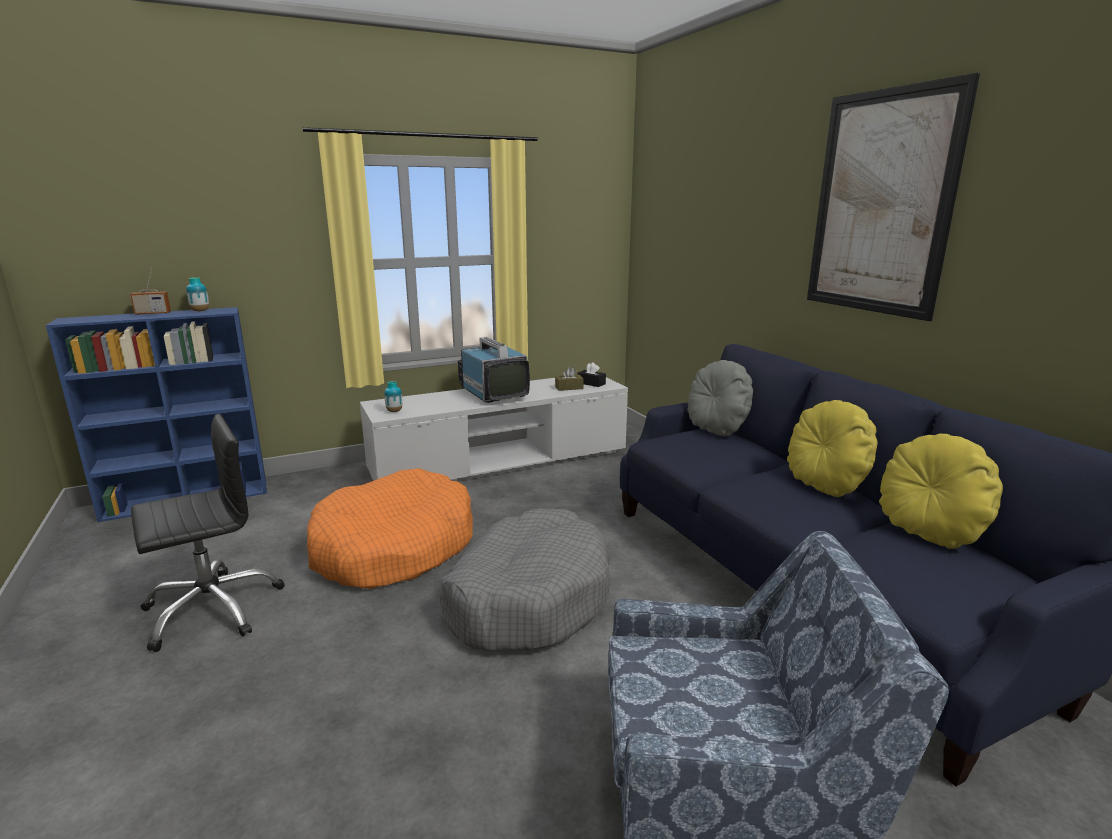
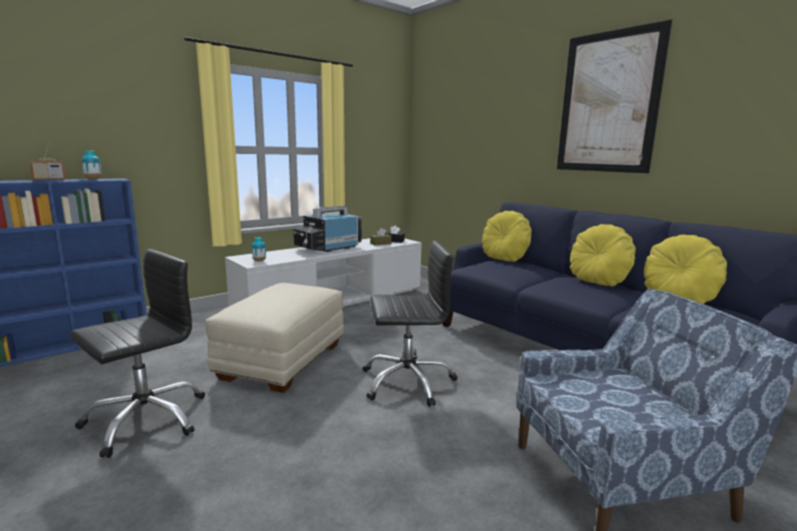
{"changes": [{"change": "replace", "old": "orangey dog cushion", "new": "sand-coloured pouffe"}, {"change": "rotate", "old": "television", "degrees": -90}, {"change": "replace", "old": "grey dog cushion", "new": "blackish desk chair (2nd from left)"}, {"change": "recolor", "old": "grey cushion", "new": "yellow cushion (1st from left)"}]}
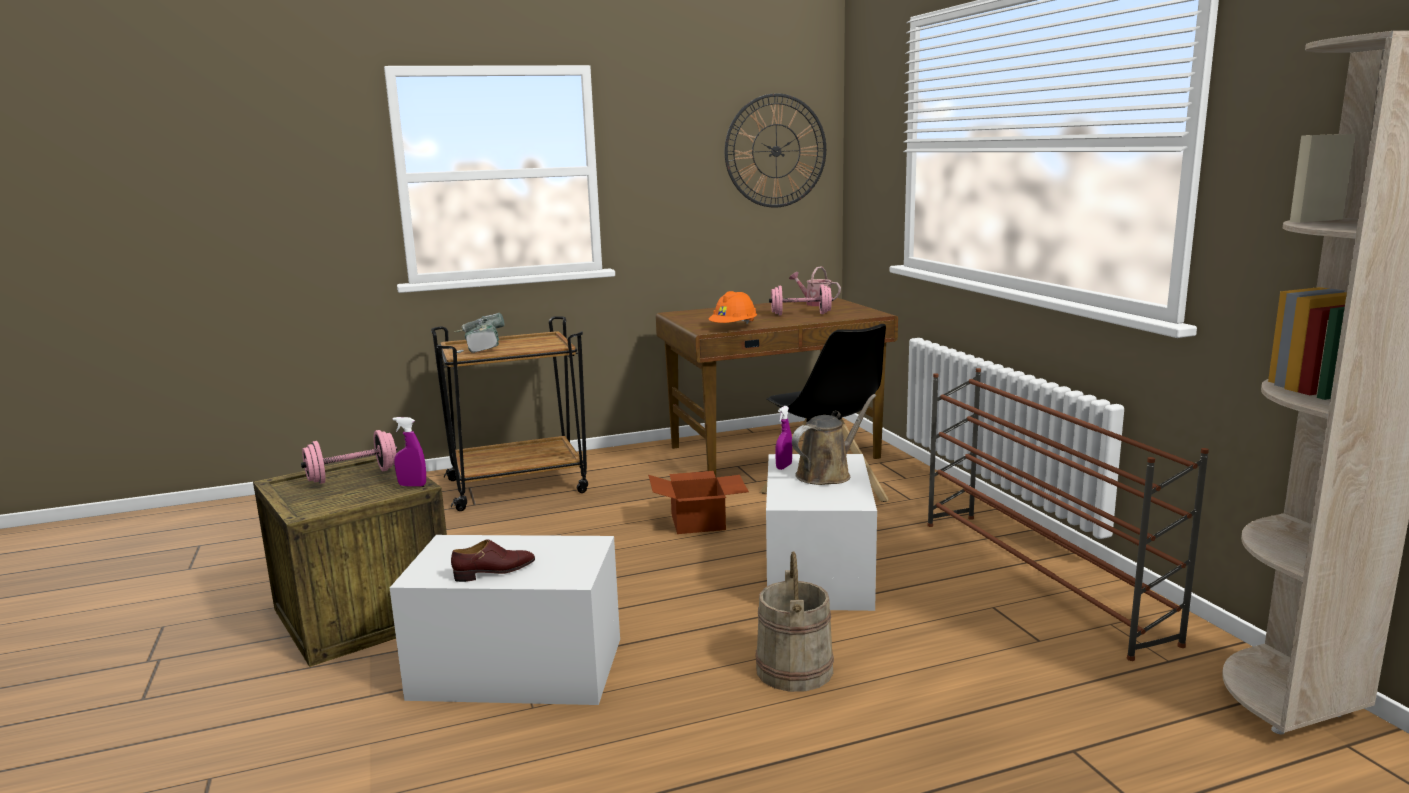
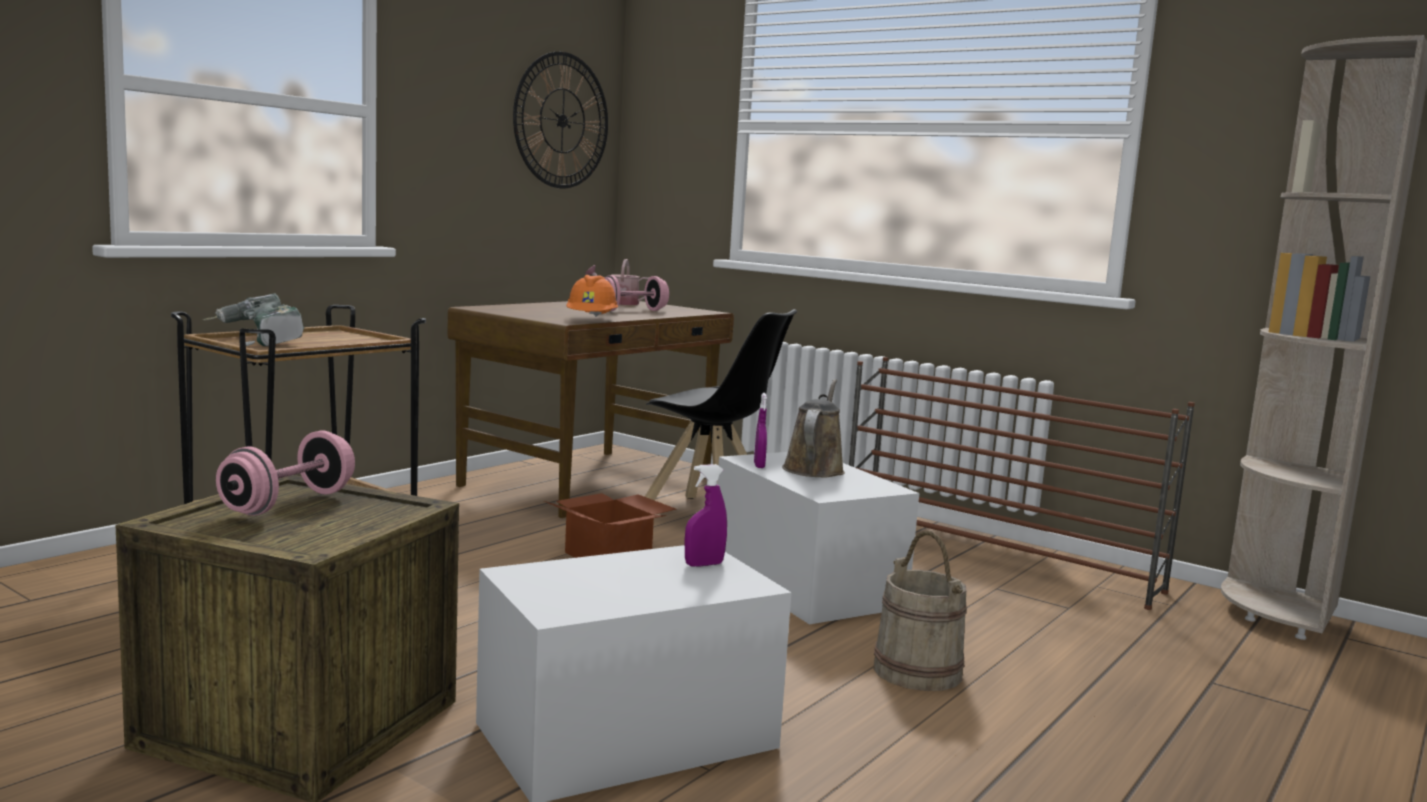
{"changes": [{"change": "move", "old": "purple-coloured sprayer (1st from left)"}, {"change": "delete", "old": "brownish shoe"}]}
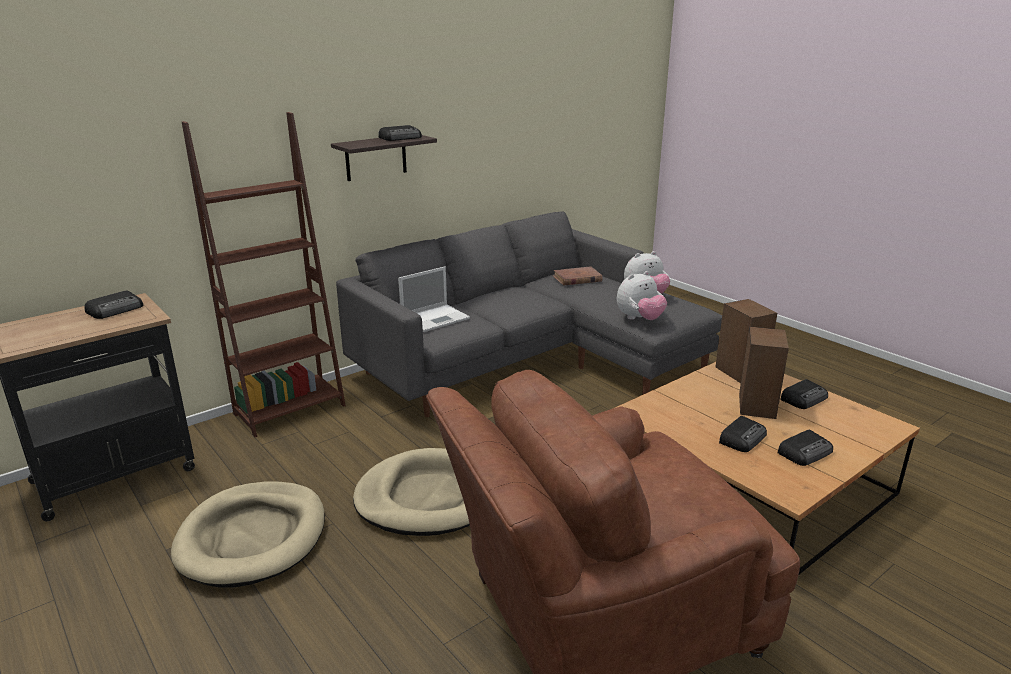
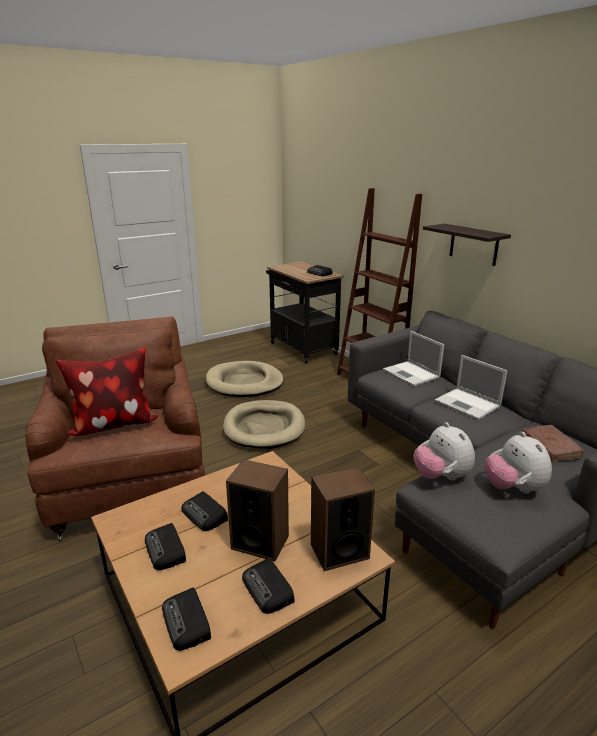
{"changes": [{"change": "insert", "new": "cushion"}, {"change": "move", "old": "radio (2nd from left)"}, {"change": "insert", "new": "notebook computer (2nd from left)"}]}
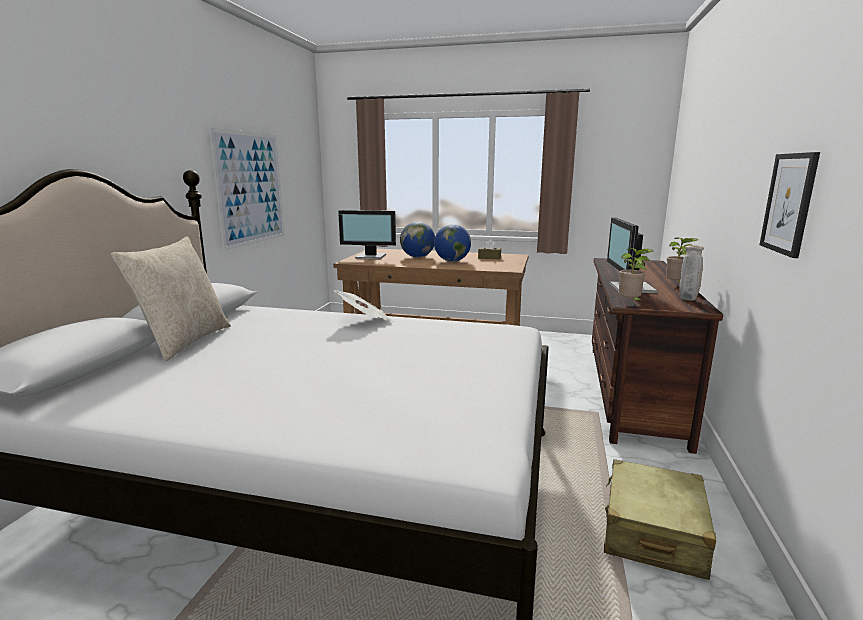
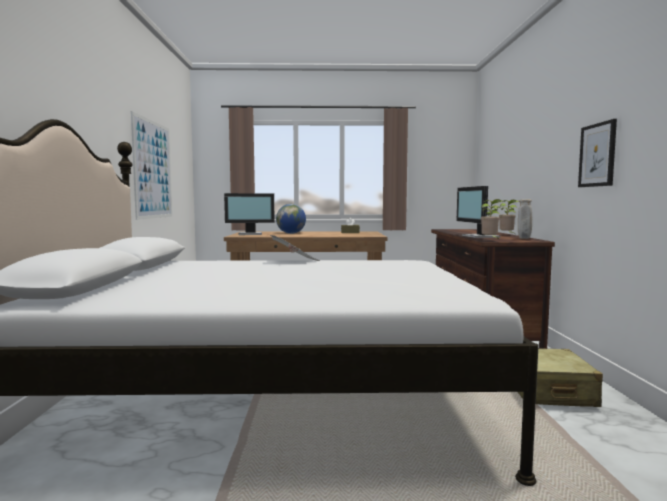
{"changes": [{"change": "delete", "old": "sand-coloured cushion"}, {"change": "delete", "old": "desk globe (2nd from left)"}]}
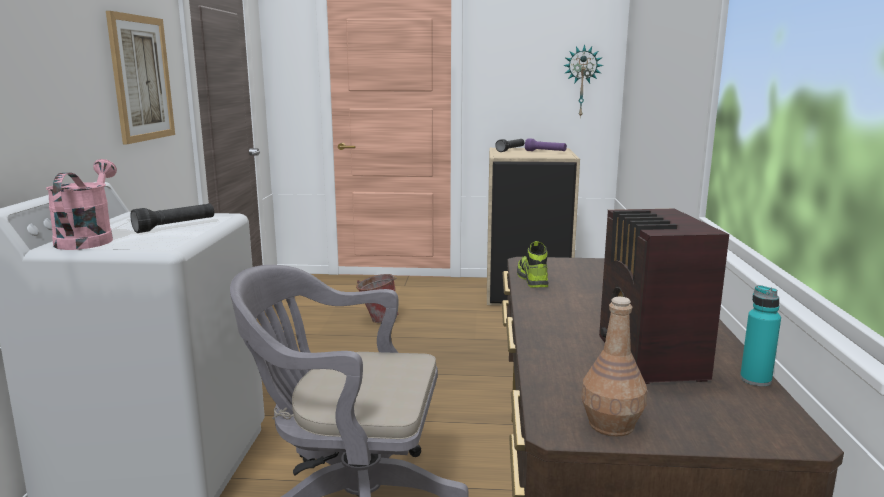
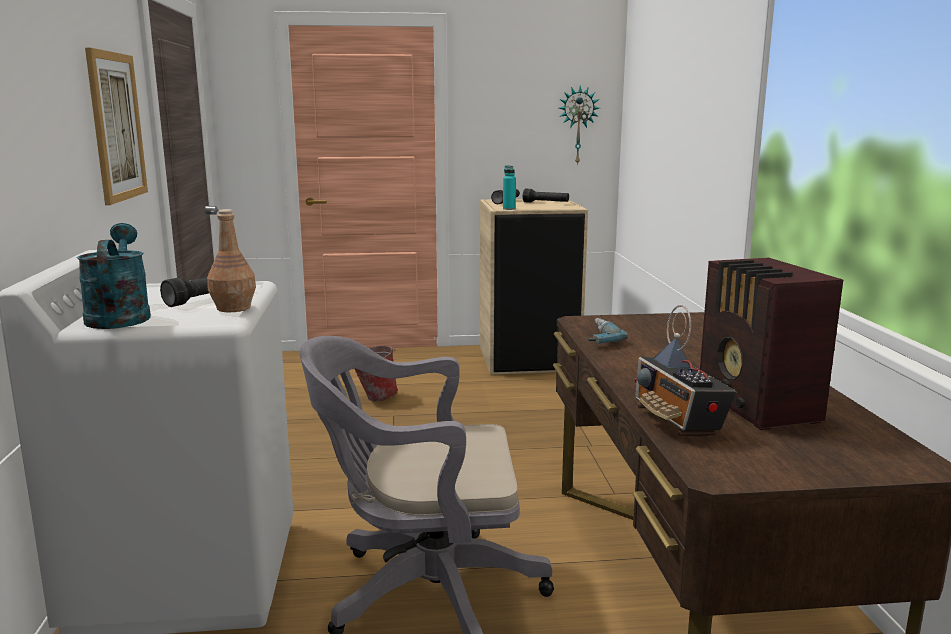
{"changes": [{"change": "recolor", "old": "pink-coloured sprinkling can", "new": "turquoise-coloured sprinkling can"}, {"change": "move", "old": "brownish beverage bottle"}, {"change": "move", "old": "turquoise-coloured beverage bottle"}, {"change": "recolor", "old": "purple-coloured torch", "new": "blackish torch (3rd from left)"}, {"change": "replace", "old": "shoe", "new": "power drill"}, {"change": "insert", "new": "radio (1st from left)"}]}
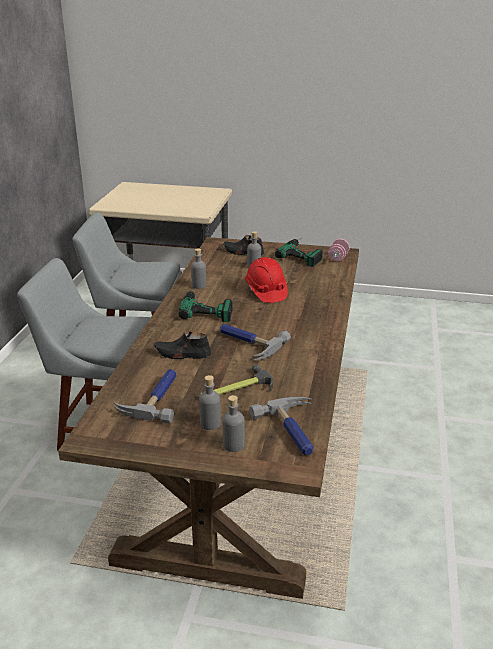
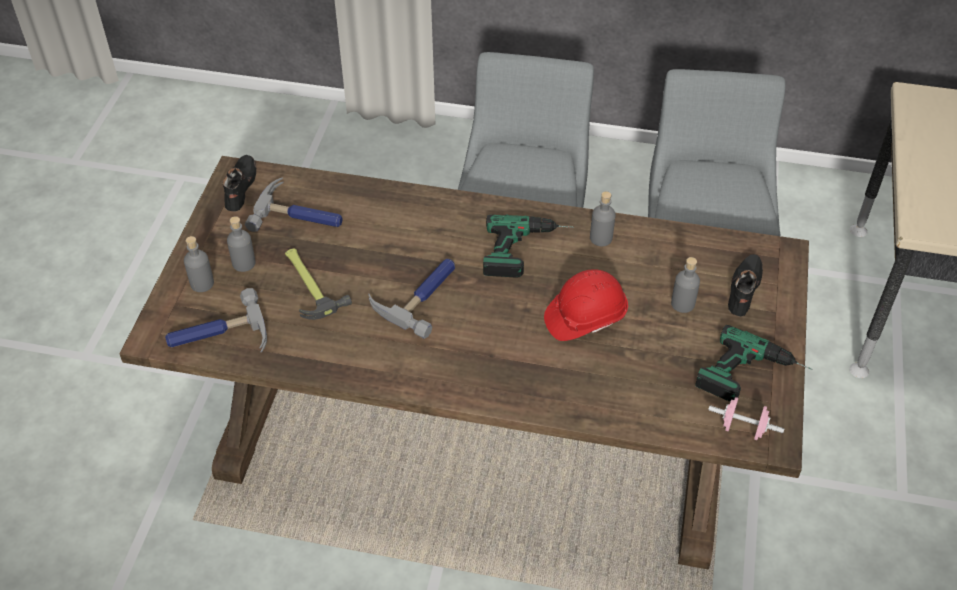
{"changes": [{"change": "move", "old": "blackish shoe (1st from left)"}]}
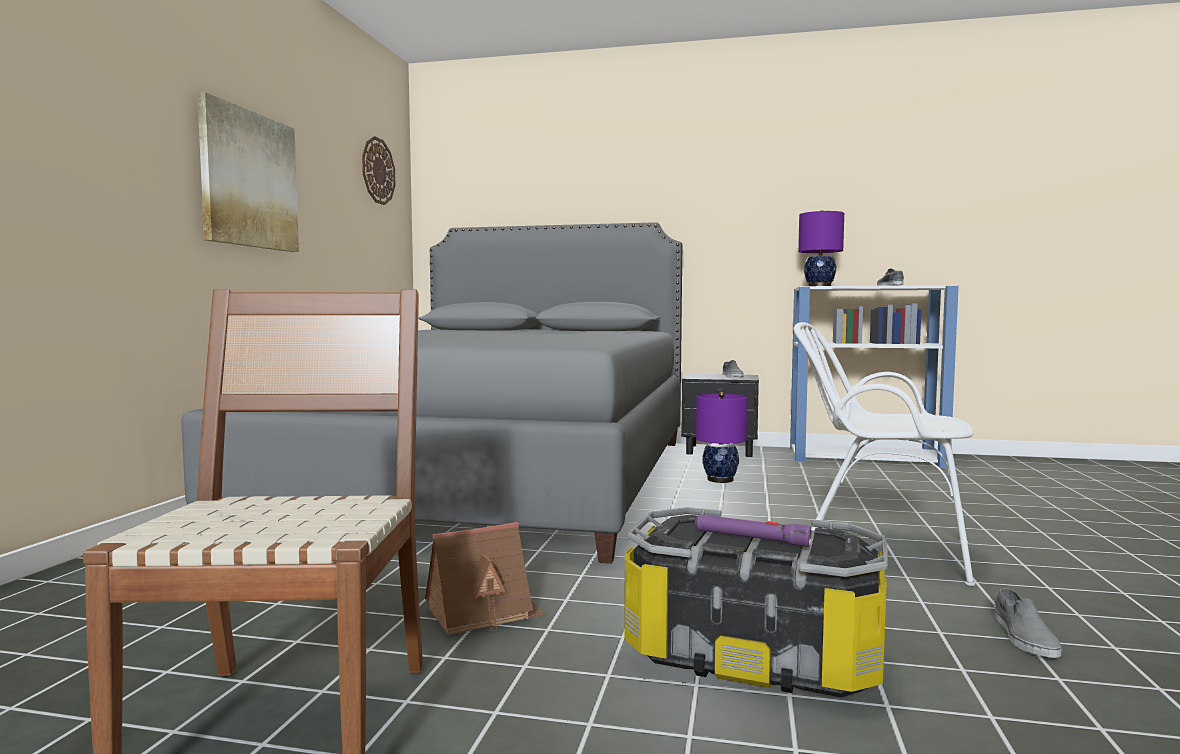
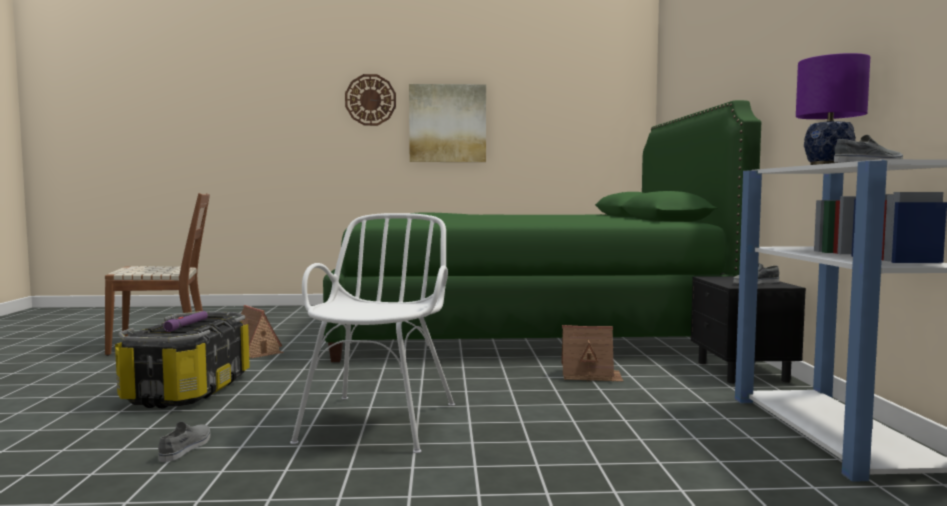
{"changes": [{"change": "rotate", "old": "grey shoe (3rd from left in the first image)", "degrees": 105}, {"change": "recolor", "old": "grey bedroom bed", "new": "greenish bedroom bed"}, {"change": "move", "old": "hanging clock"}, {"change": "replace", "old": "purple-coloured table lamp (1st from left)", "new": "miniature house (2nd from left)"}]}
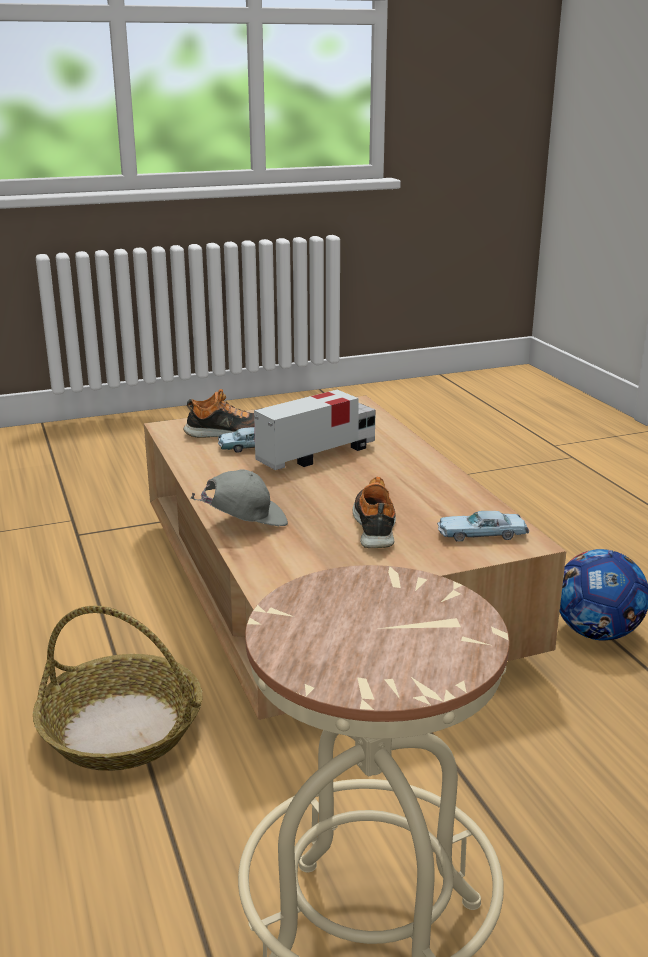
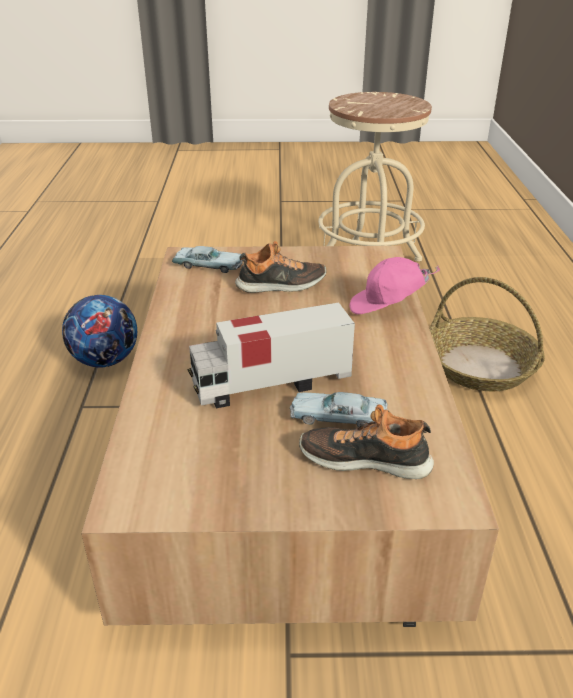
{"changes": [{"change": "rotate", "old": "shoe (2nd from left in the first image)", "degrees": -120}, {"change": "recolor", "old": "grey baseball cap", "new": "pink-coloured baseball cap"}]}
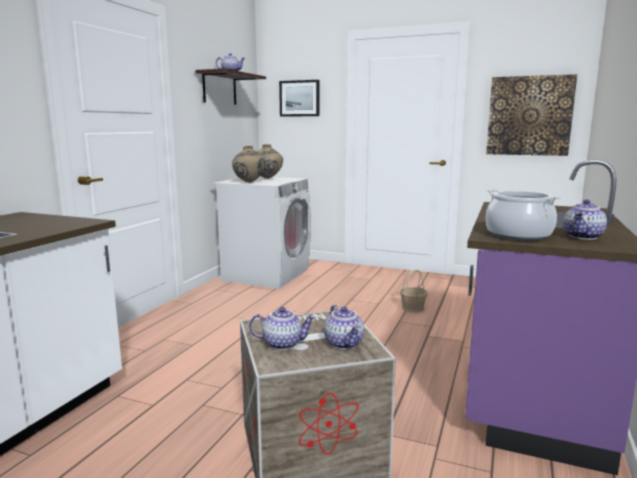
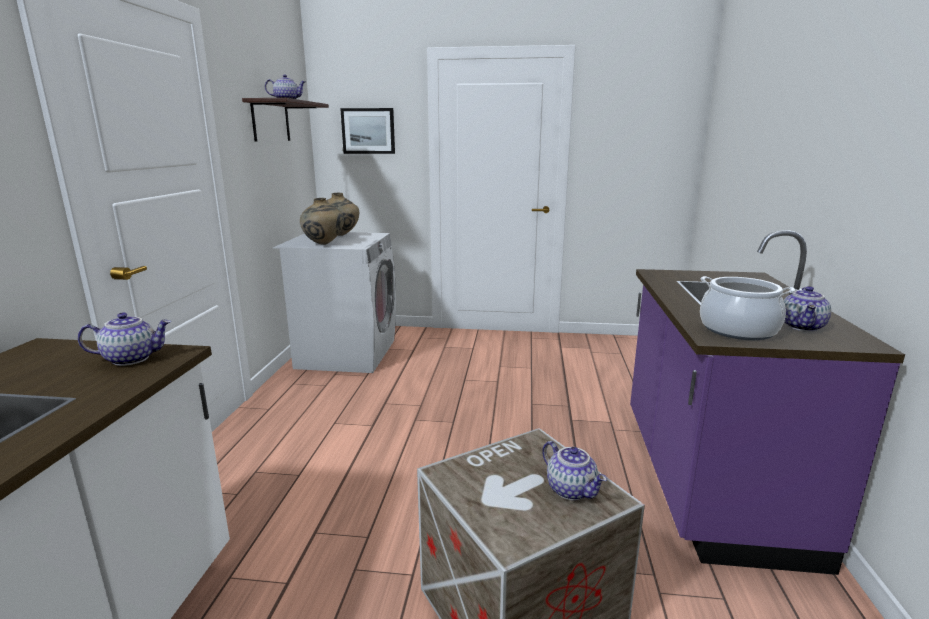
{"changes": [{"change": "move", "old": "teapot (2nd from left in the first image)", "new": "teapot (1st from left)"}, {"change": "delete", "old": "basket"}, {"change": "delete", "old": "wall picture (2nd from left)"}]}
